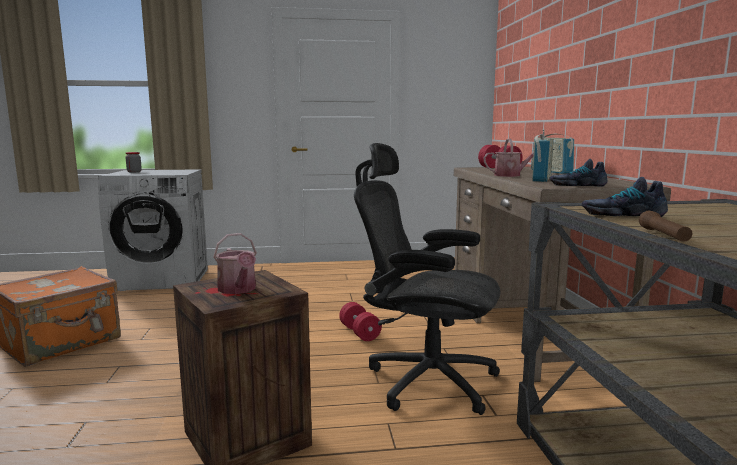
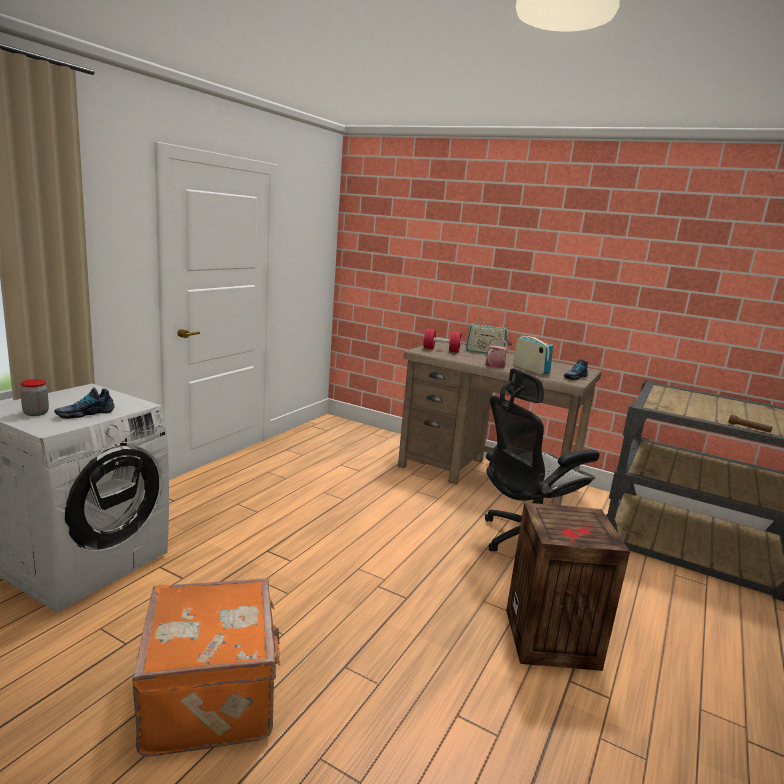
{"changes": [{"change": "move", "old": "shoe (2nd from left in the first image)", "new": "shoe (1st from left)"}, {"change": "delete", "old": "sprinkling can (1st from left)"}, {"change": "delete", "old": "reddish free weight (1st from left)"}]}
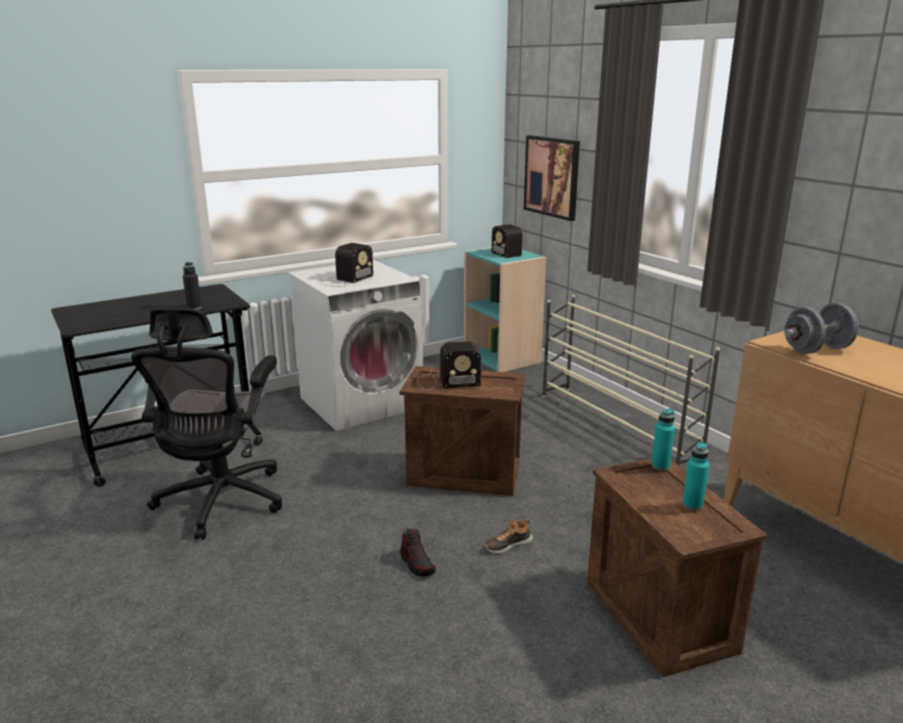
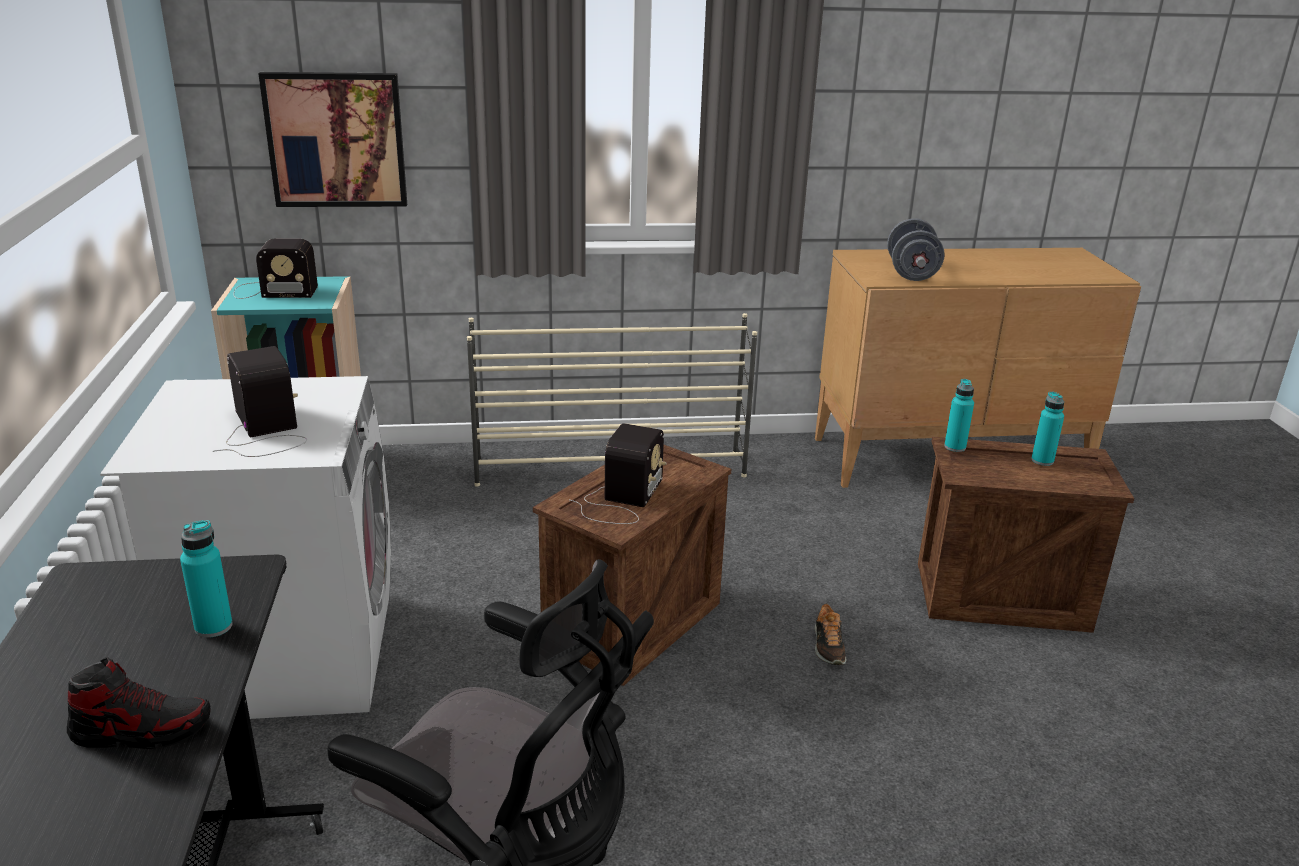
{"changes": [{"change": "move", "old": "shoe (1st from left)"}, {"change": "recolor", "old": "blackish beverage bottle", "new": "turquoise-coloured beverage bottle (1st from left)"}]}
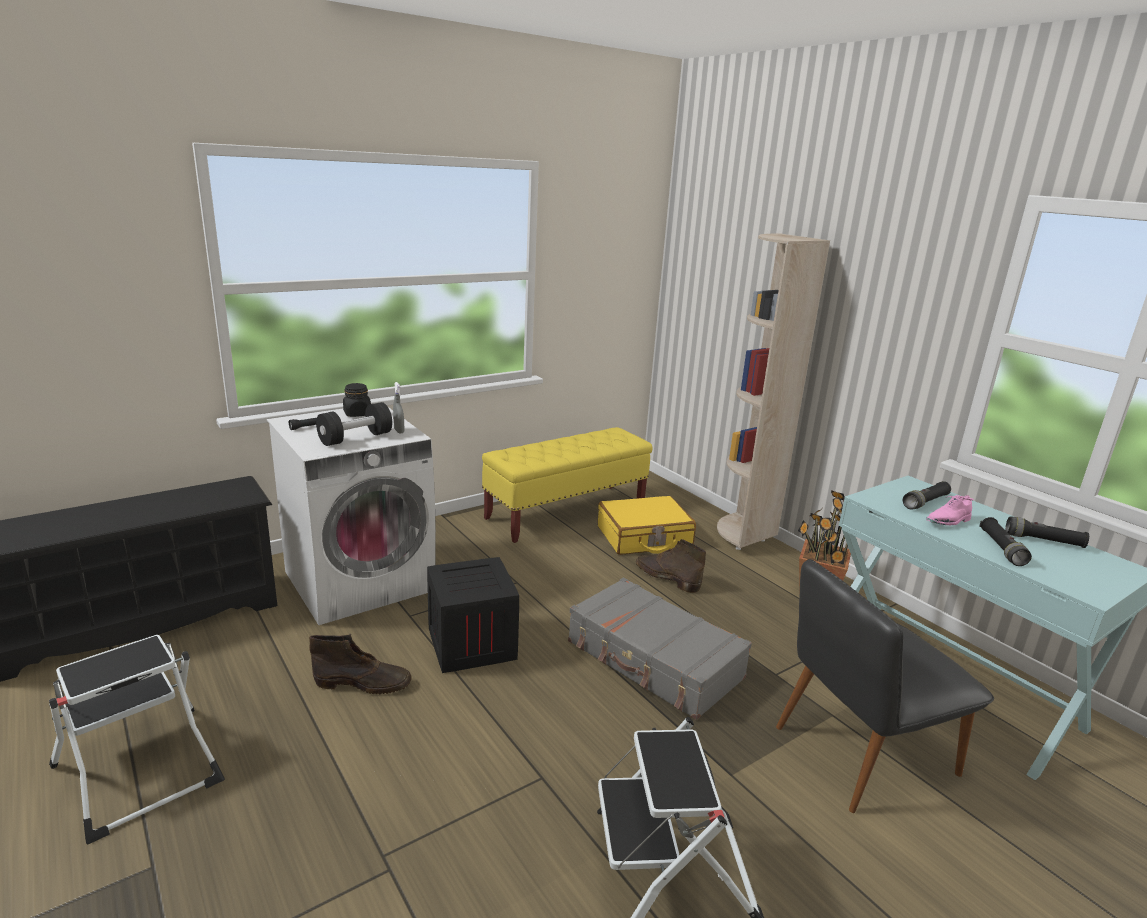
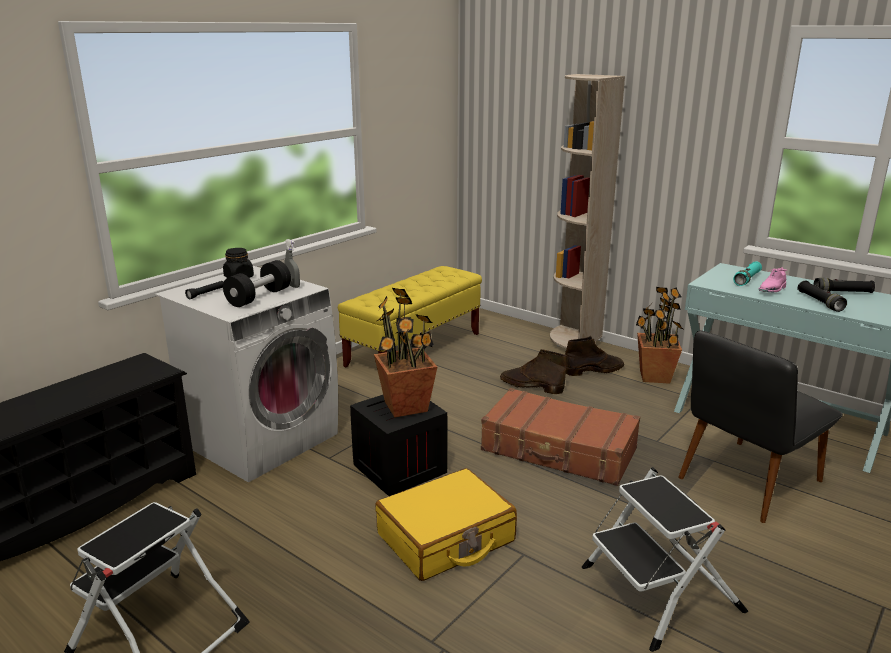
{"changes": [{"change": "insert", "new": "houseplant (1st from left)"}, {"change": "move", "old": "yellow piece of luggage"}, {"change": "recolor", "old": "grey piece of luggage", "new": "brownish piece of luggage"}, {"change": "move", "old": "brownish tall boot (1st from left in the first image)", "new": "brownish tall boot (2nd from left)"}, {"change": "recolor", "old": "blackish torch (2nd from left)", "new": "turquoise-coloured torch"}]}
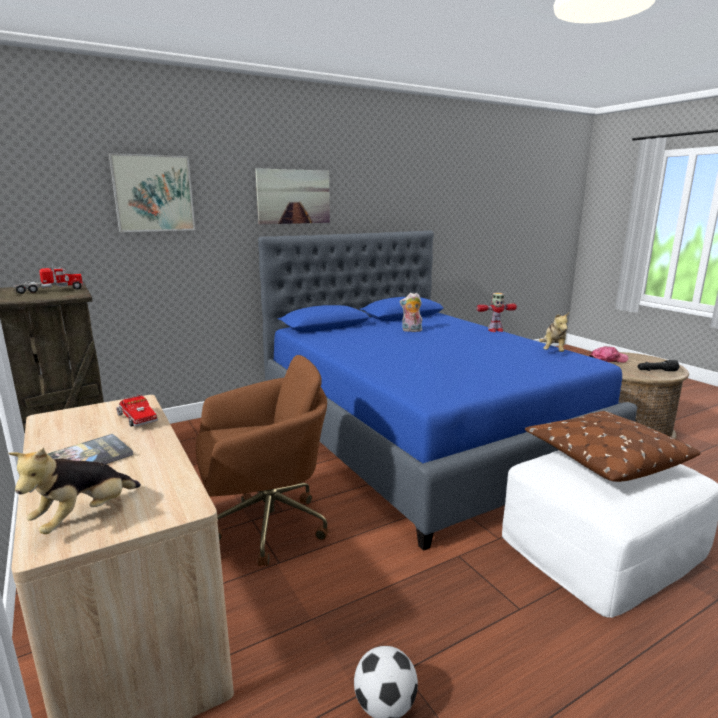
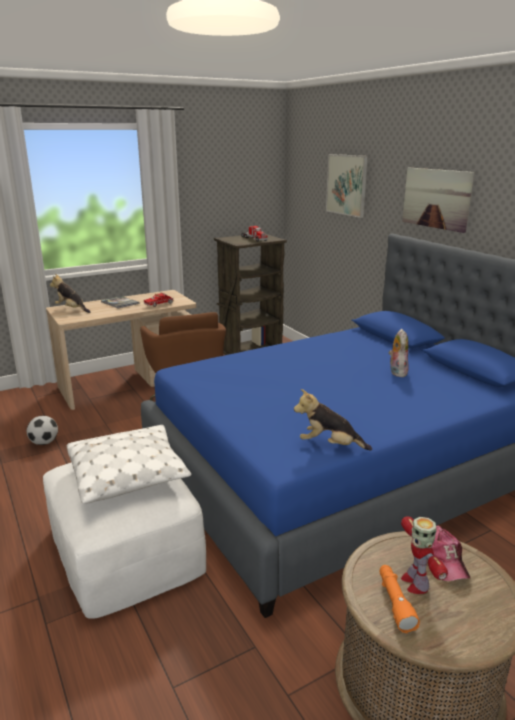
{"changes": [{"change": "recolor", "old": "brownish cushion", "new": "whitish cushion"}, {"change": "recolor", "old": "blackish torch", "new": "orangey torch"}, {"change": "move", "old": "robot figure"}]}
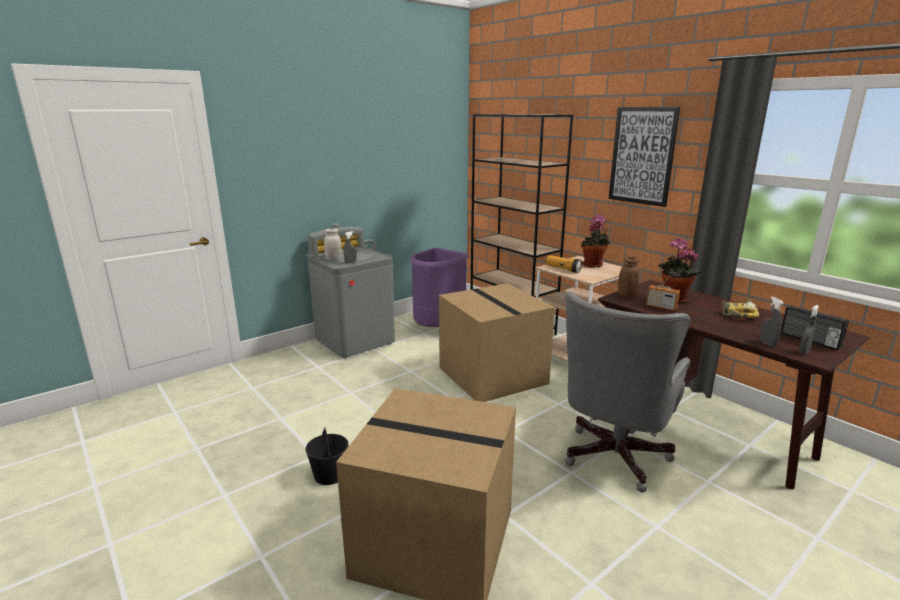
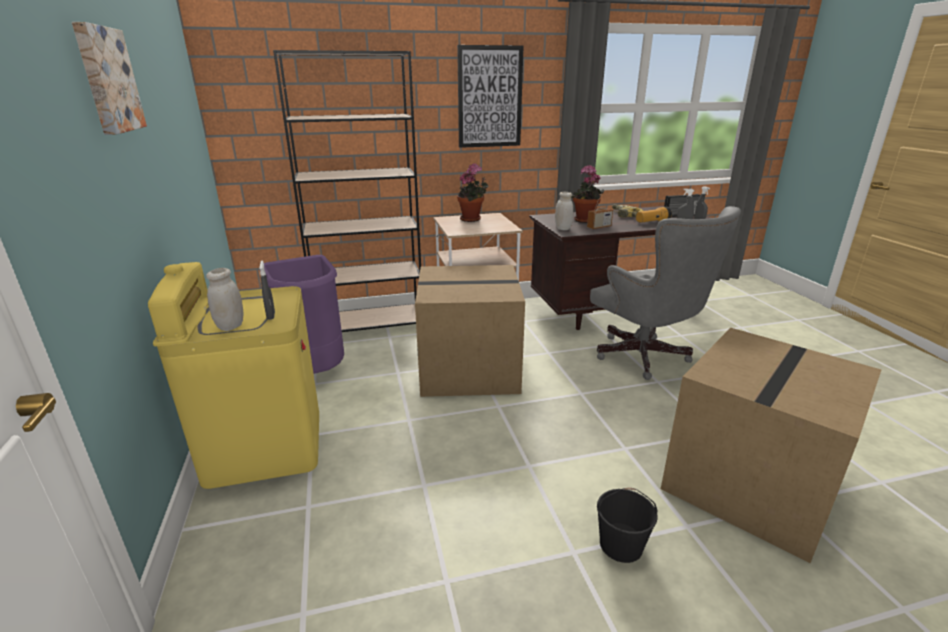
{"changes": [{"change": "insert", "new": "wall picture (1st from left)"}, {"change": "recolor", "old": "grey washing machine", "new": "yellow washing machine"}, {"change": "recolor", "old": "brownish preserve jar", "new": "whitish preserve jar (2nd from left)"}, {"change": "move", "old": "torch"}]}
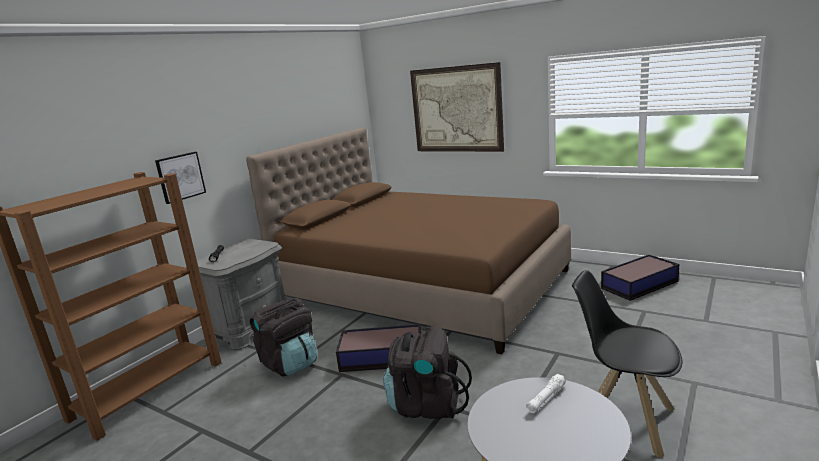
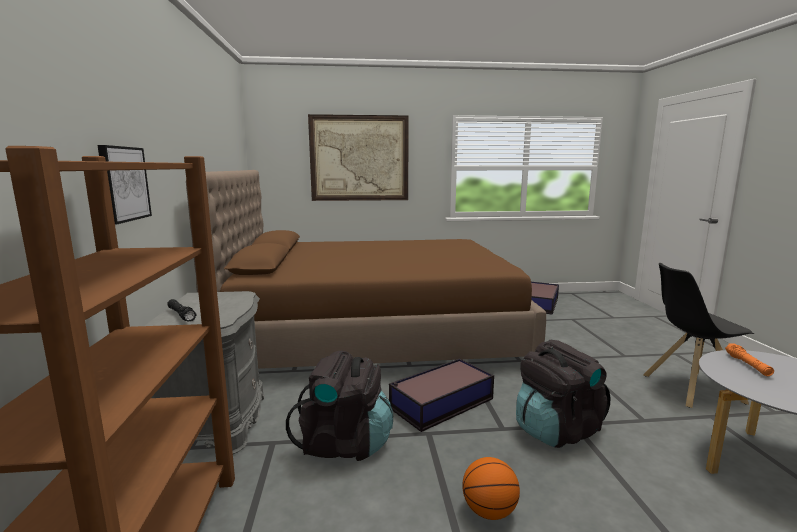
{"changes": [{"change": "insert", "new": "ball for basketball"}, {"change": "recolor", "old": "whitish torch", "new": "orangey torch"}]}
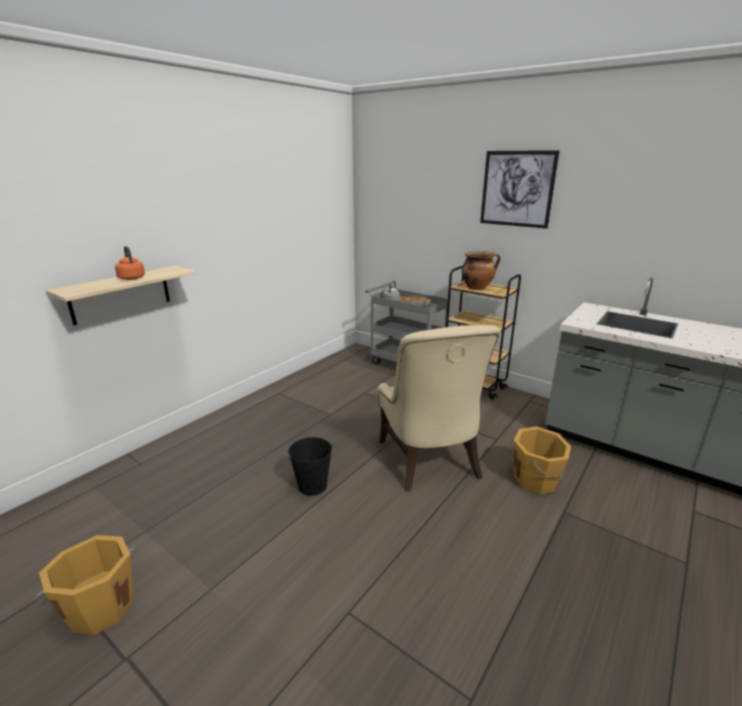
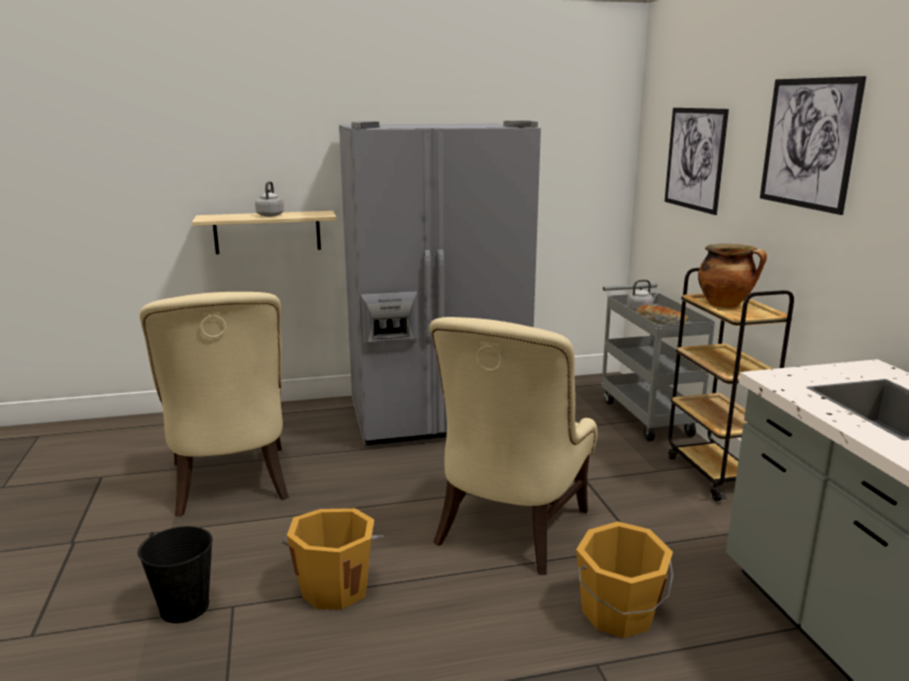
{"changes": [{"change": "move", "old": "blackish bucket"}, {"change": "insert", "new": "sand-coloured upright chair (1st from left)"}, {"change": "recolor", "old": "orangey water kettle", "new": "grey water kettle (1st from left)"}, {"change": "move", "old": "orangey bucket (1st from left)"}, {"change": "insert", "new": "grey refrigerator"}, {"change": "insert", "new": "wall picture (1st from left)"}]}
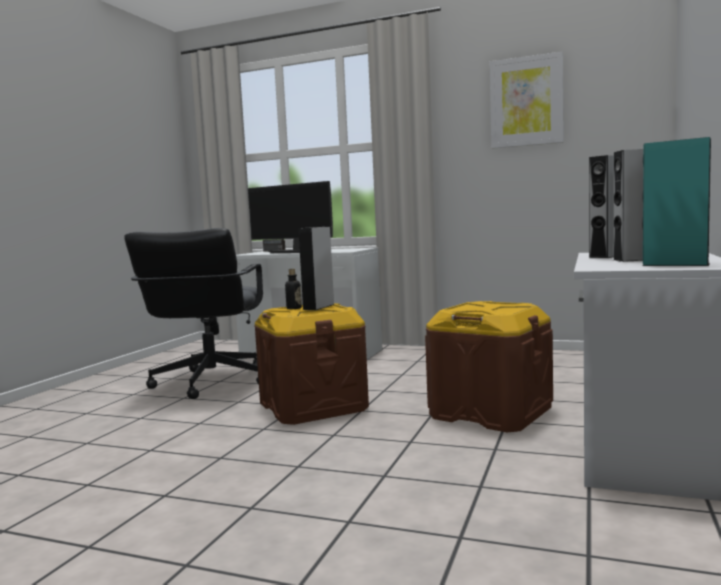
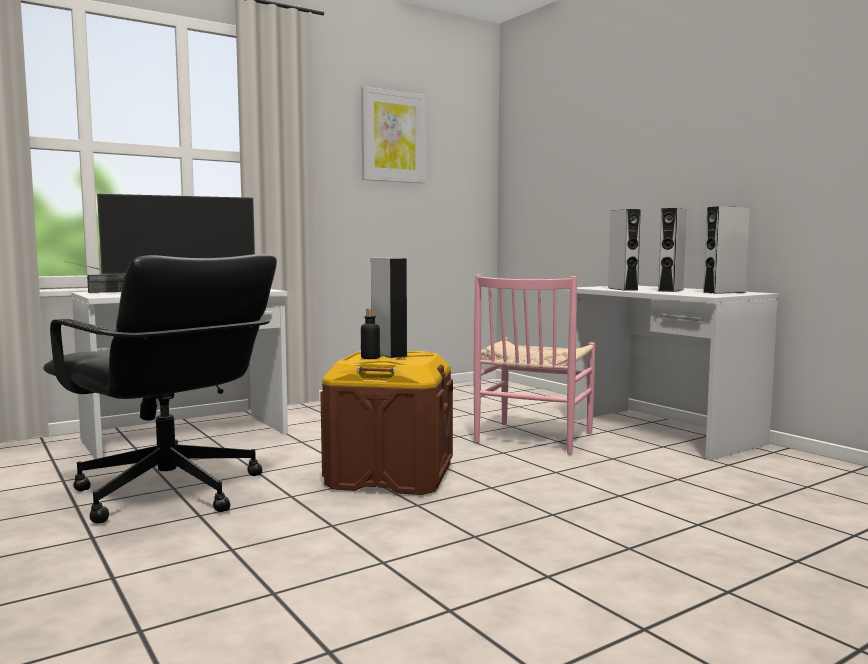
{"changes": [{"change": "replace", "old": "brownish storage box (2nd from left)", "new": "pink-coloured upright chair"}, {"change": "recolor", "old": "turquoise-coloured audio speaker", "new": "grey audio speaker (4th from left)"}]}
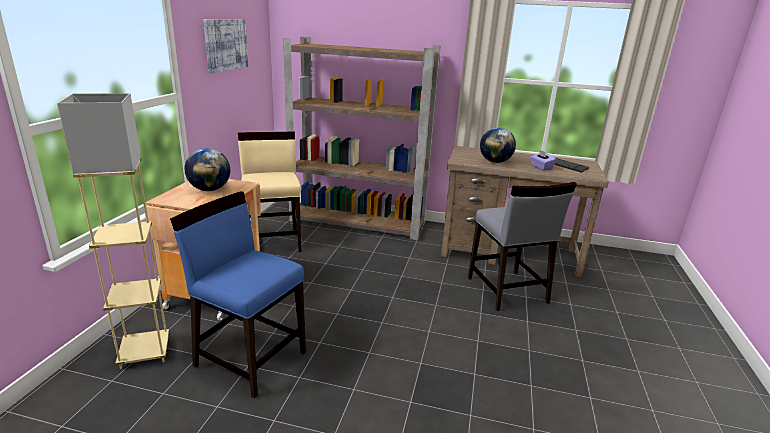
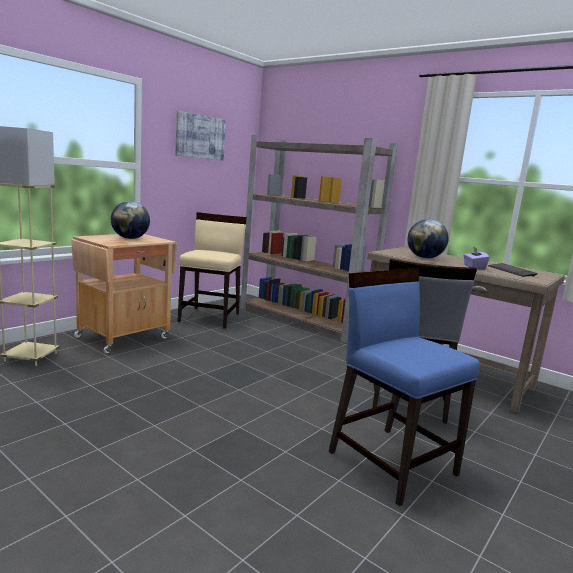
{"changes": [{"change": "move", "old": "blue upright chair"}]}
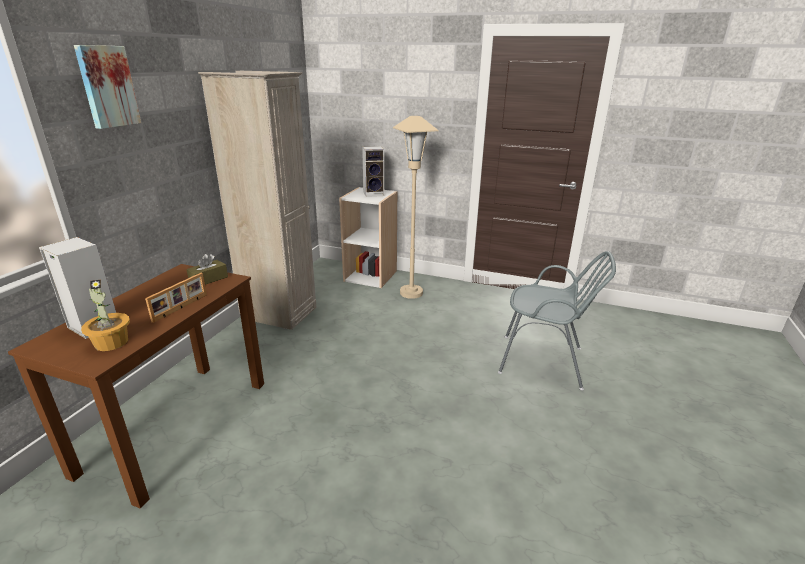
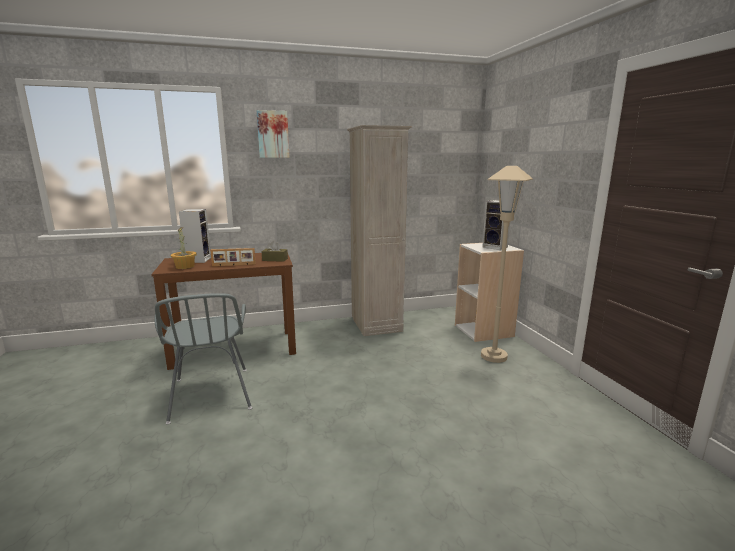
{"changes": [{"change": "move", "old": "grey upright chair"}]}
